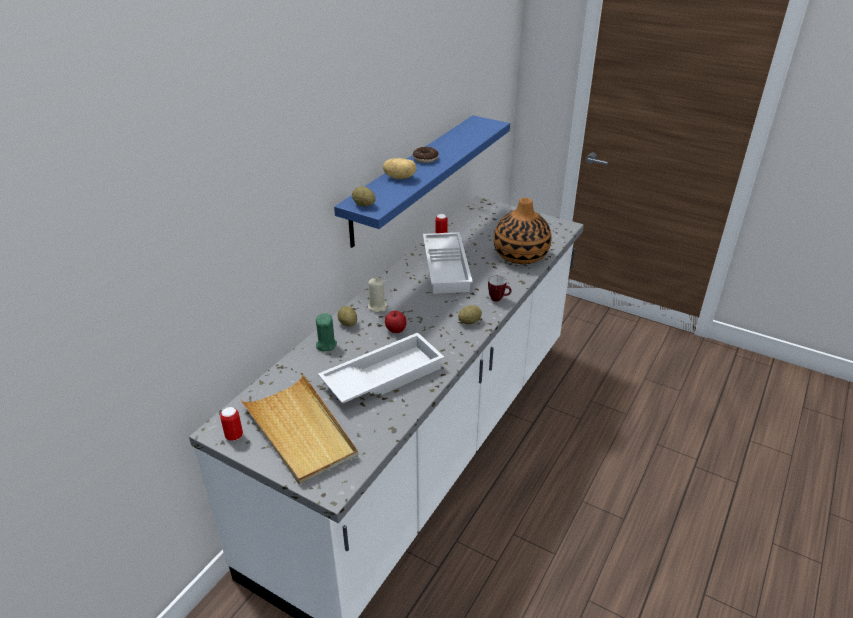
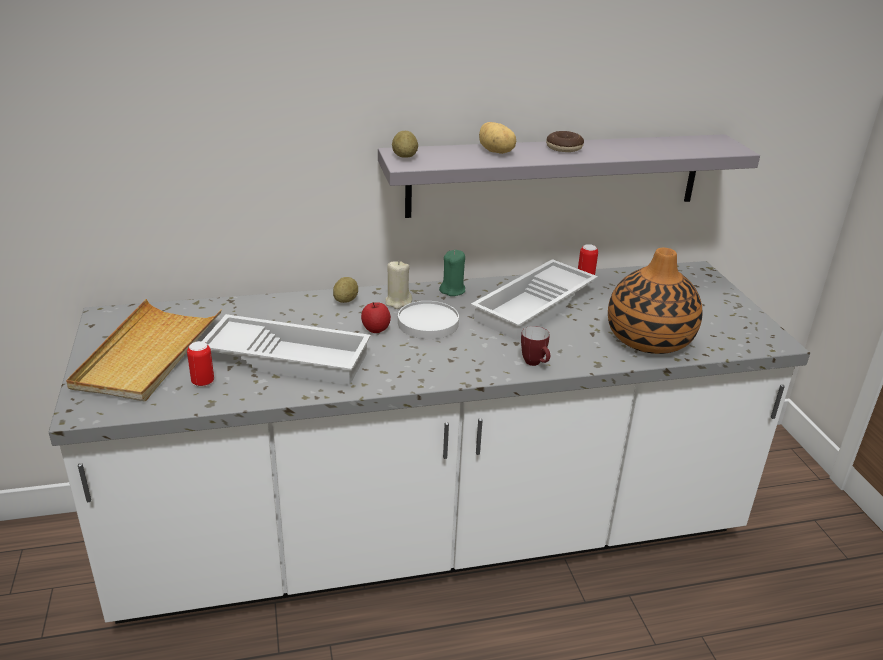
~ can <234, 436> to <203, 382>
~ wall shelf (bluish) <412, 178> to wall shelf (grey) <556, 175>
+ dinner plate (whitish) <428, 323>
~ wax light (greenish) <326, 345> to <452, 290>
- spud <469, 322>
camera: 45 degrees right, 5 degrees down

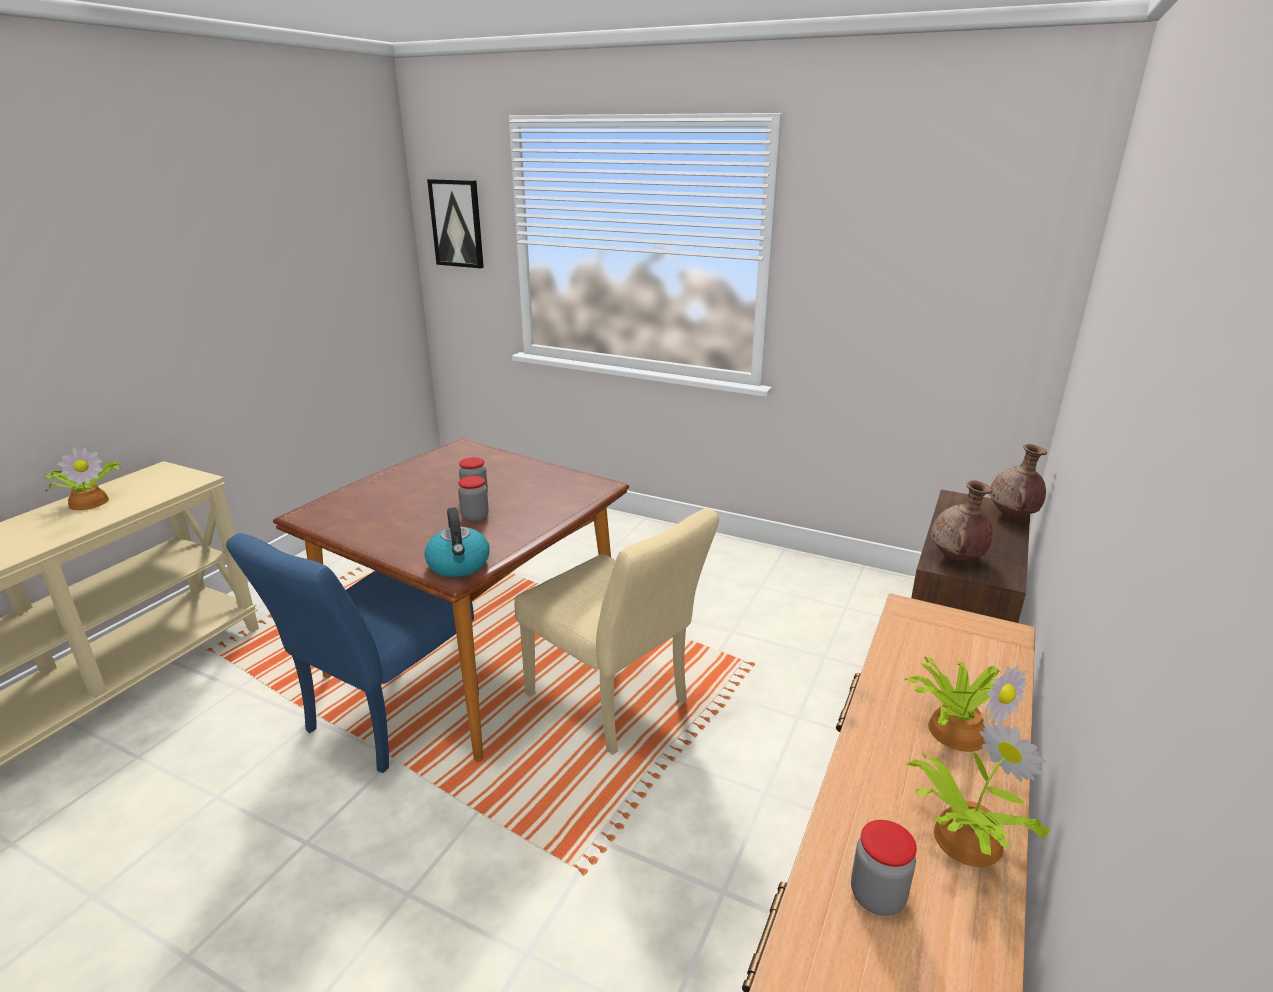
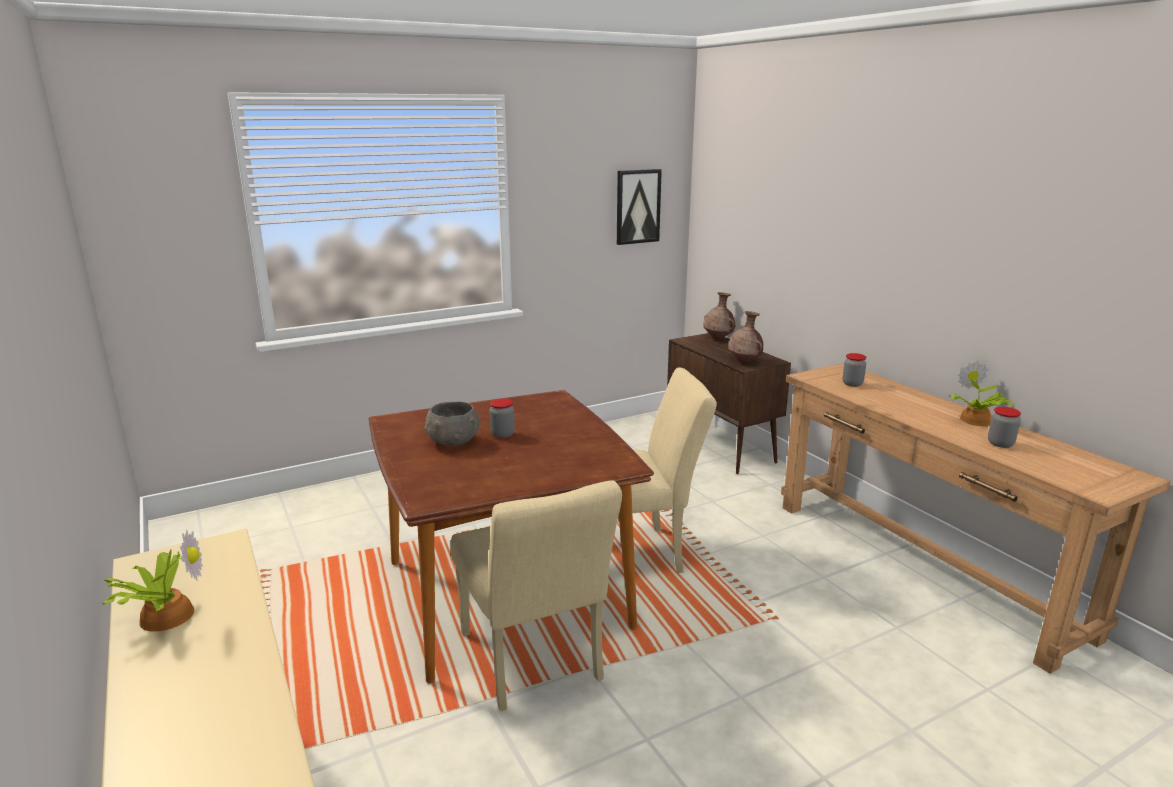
+ bowl (grey) <453, 441>
~ upright chair (bluish) <383, 720> to upright chair (sand-coloured) <534, 663>
~ picture <457, 223> to <637, 206>
~ preserve jar <475, 517> to <852, 384>
- tea kettle <459, 565>
- houseplant <956, 728>
camera: 55 degrees left, 5 degrees down

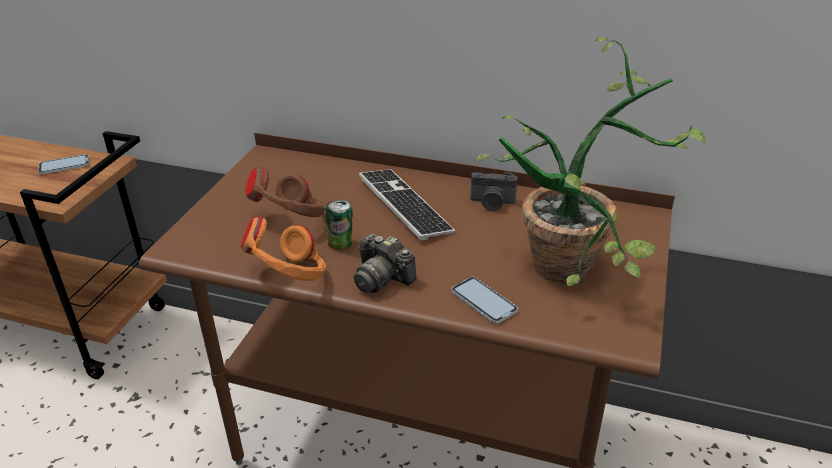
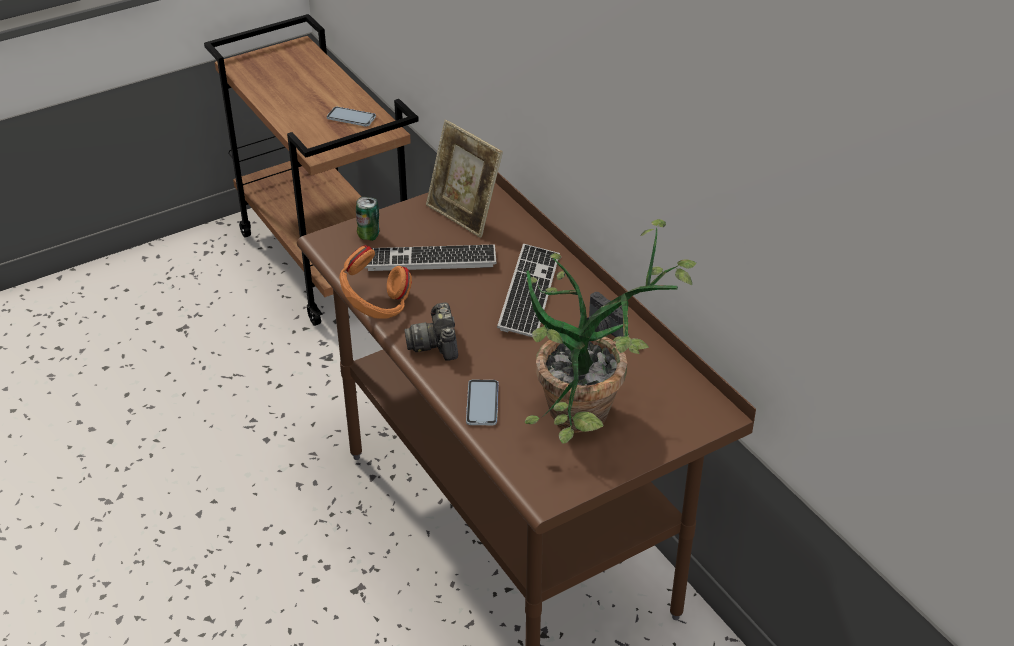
~ can <341, 244> to <368, 236>
~ headphones (brownish) <291, 219> to keyboard <430, 260>
+ picture frame <464, 215>
camera: 40 degrees right, 5 degrees up

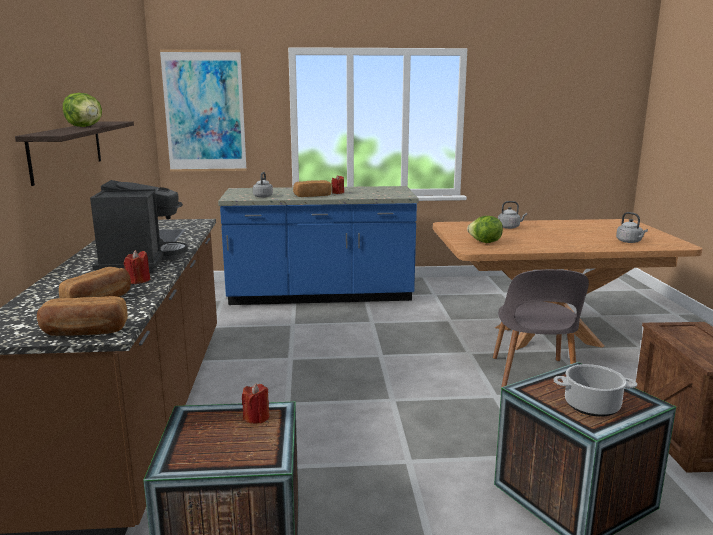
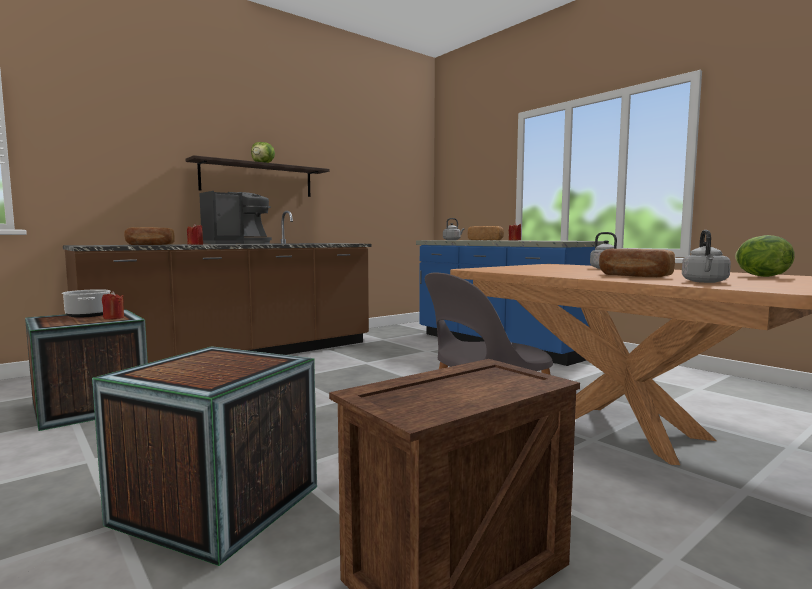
~ saucepot <591, 406> to <88, 315>
~ bakery bread <85, 331> to <634, 276>
~ lettuce head <485, 242> to <760, 276>
- picture <204, 111>
camera: 55 degrees right, 10 degrees down

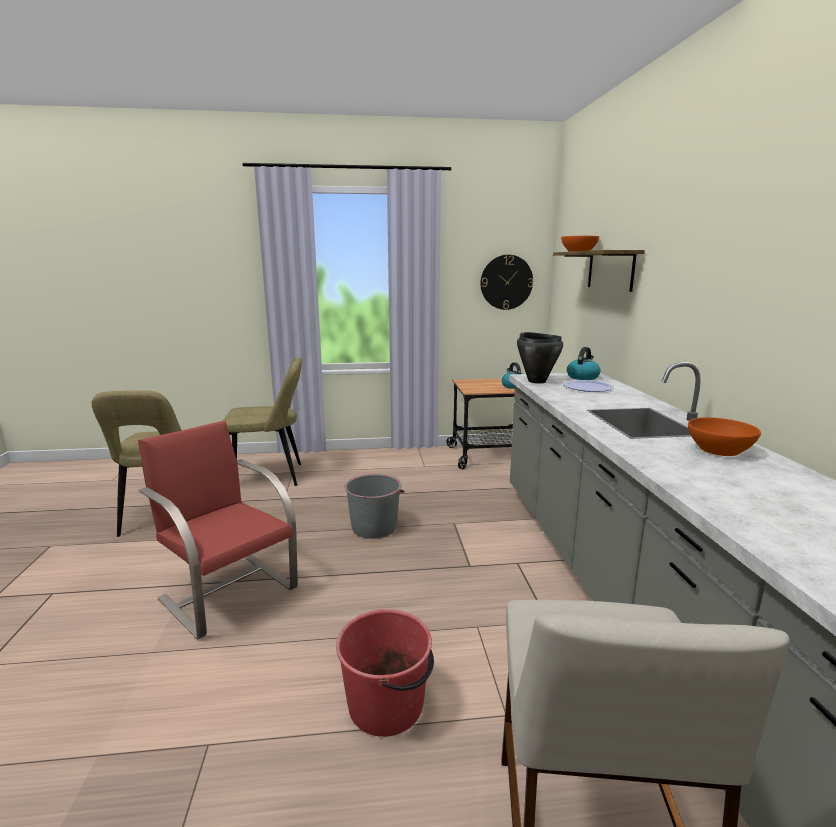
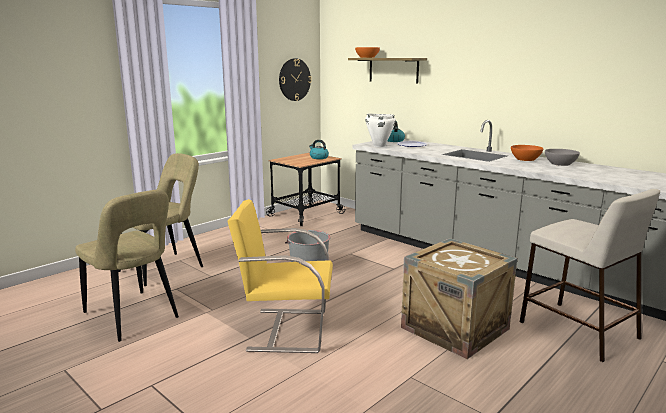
~ upright chair (red) <228, 592> to upright chair (yellow-coloured) <286, 329>
~ saucepot (black-coloured) <537, 381> to saucepot (whitish) <379, 146>
~ pail (red) <387, 704> to crate <455, 328>
+ bowl (grey) <560, 163>
camera: 40 degrees left, 0 degrees up

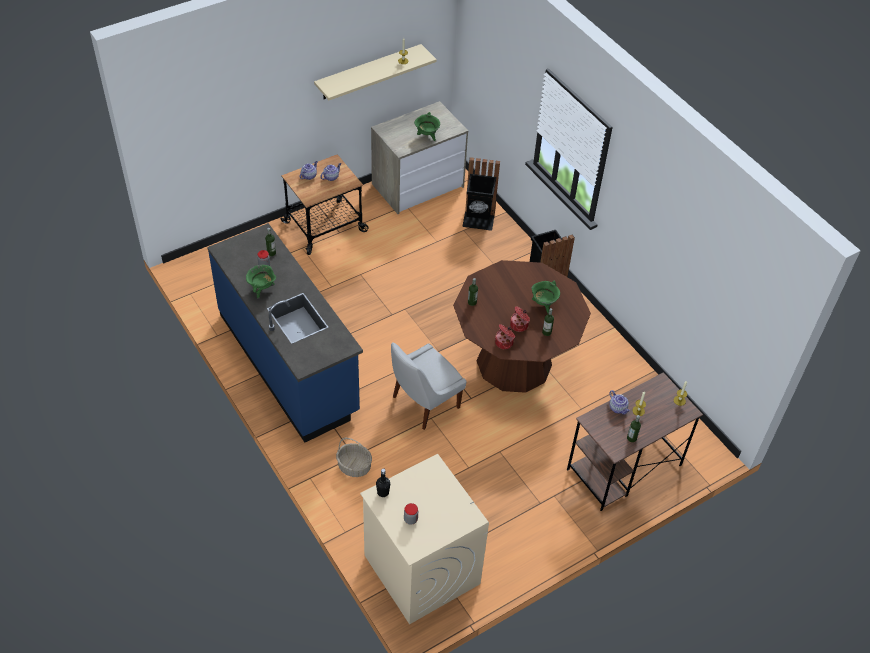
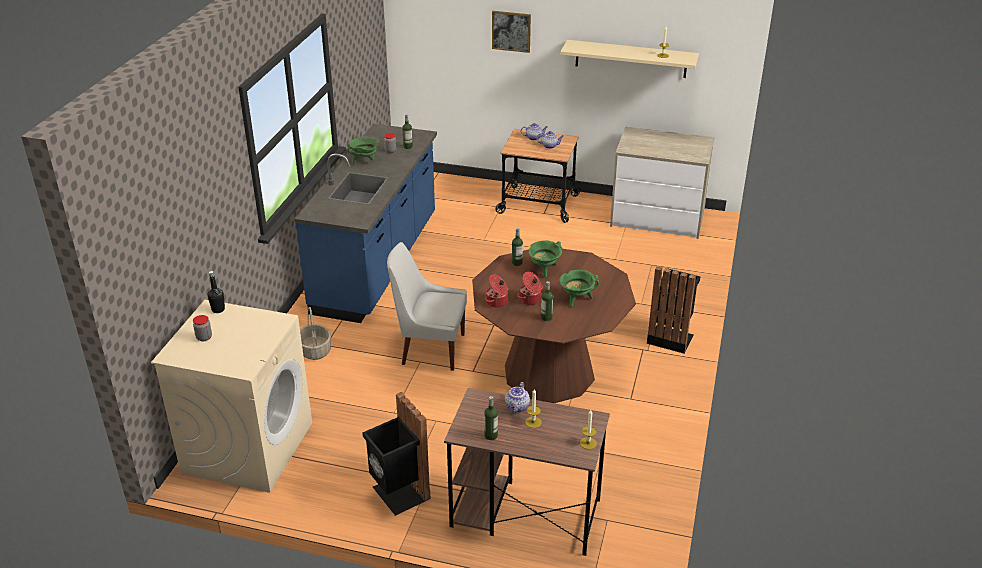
~ trash can (black-coloured) <478, 221> to <399, 494>
+ picture <511, 31>
~ saucepot (greenish) <427, 136> to <544, 269>
camera: 50 degrees right, 15 degrees down

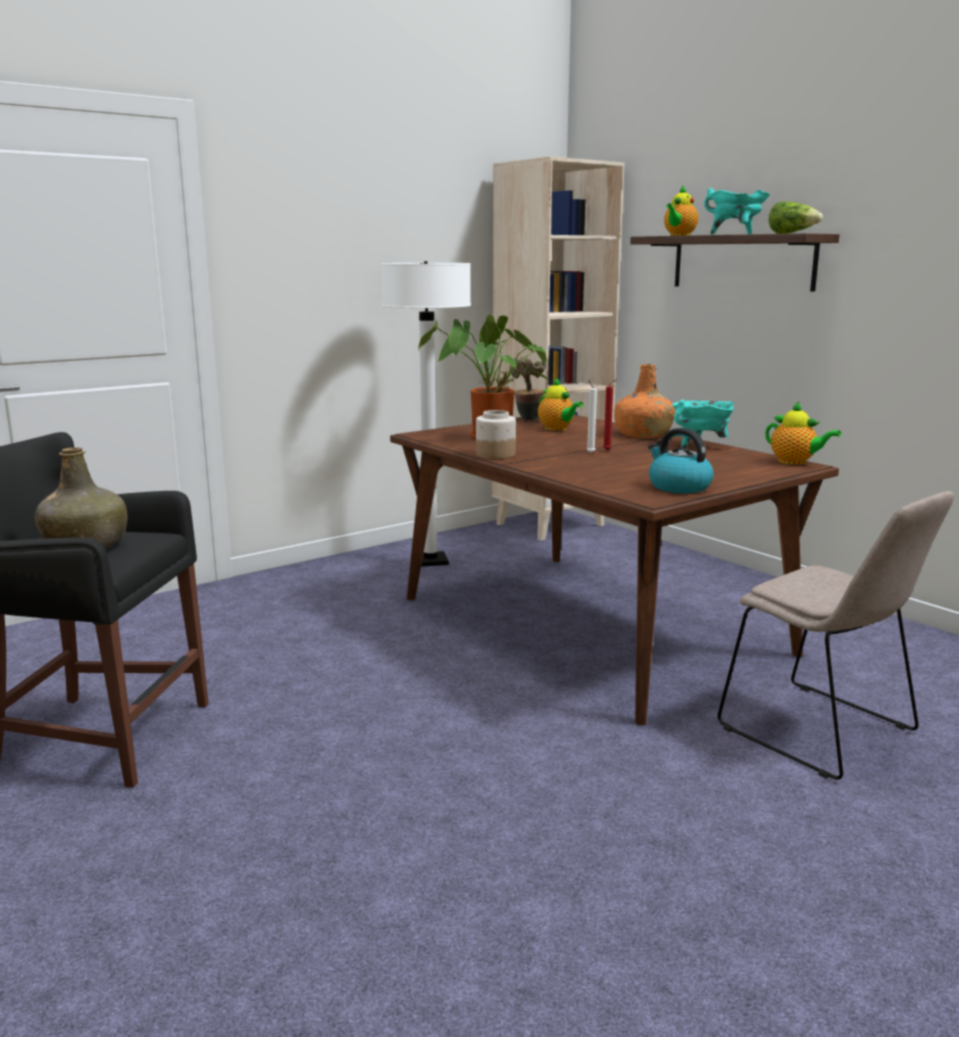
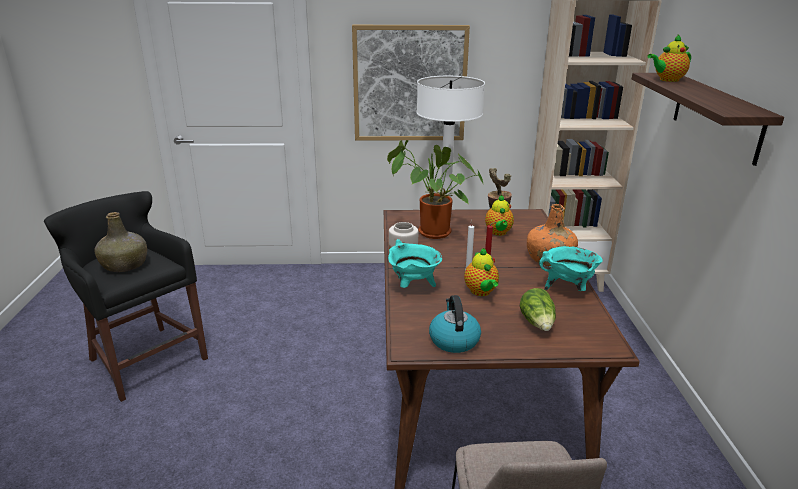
+ picture <409, 84>
~ saucepot (blue-green) <735, 234> to <413, 287>
~ teapot <795, 462> to <481, 292>
~ lettuce head <793, 233> to <538, 323>
camera: 35 degrees right, 10 degrees up

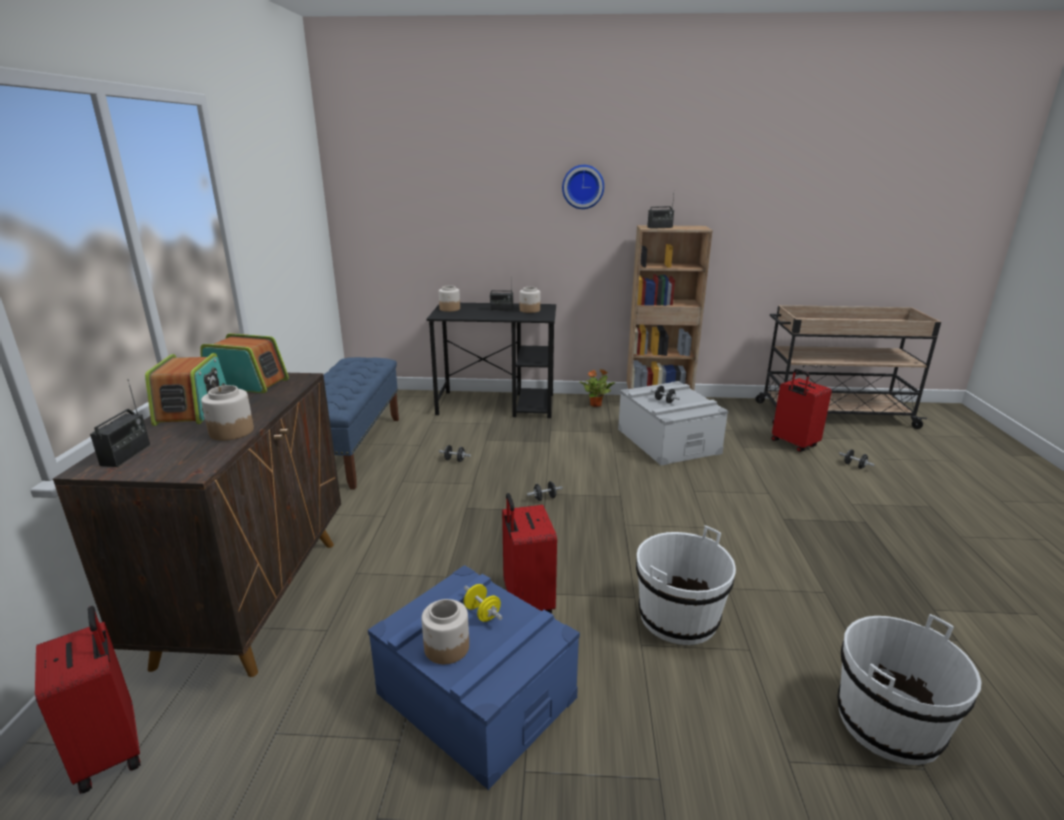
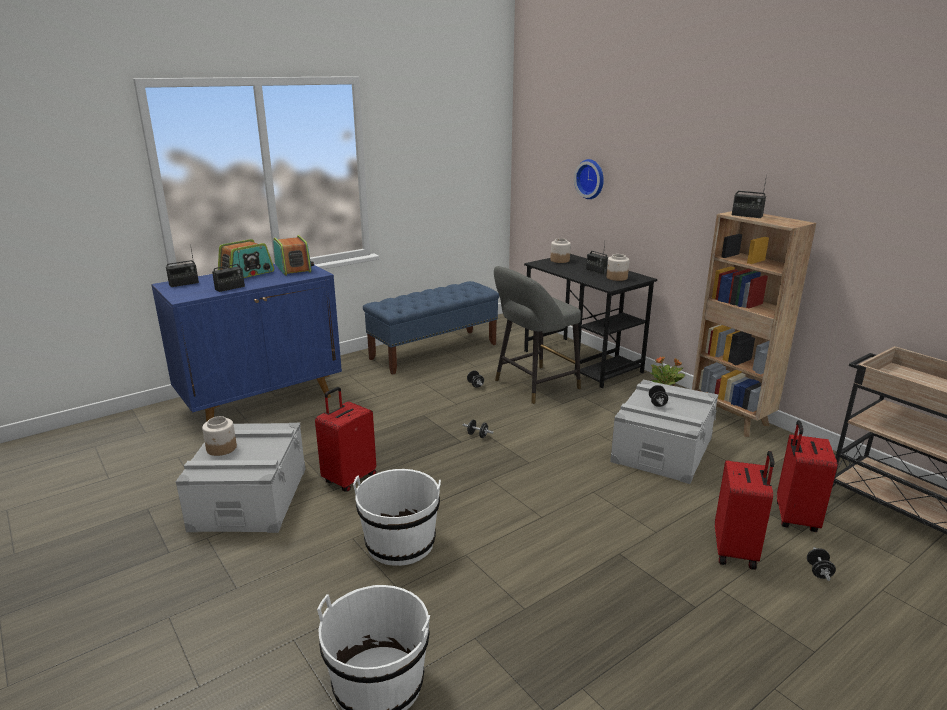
~ cupboard (brownish) <254, 597> to cupboard (bluish) <262, 402>
~ storage container (bluish) <475, 695> to storage container (grey) <249, 498>
~ preserve jar <231, 431> to radio set <230, 288>
+ stool seat (grey) <533, 386>
~ hanging clock <583, 186> to <591, 179>
~ travel case (red) <111, 751> to <736, 551>
- hand weight (yellow-coloured) <482, 613>
camera: 50 degrees right, 0 degrees up

